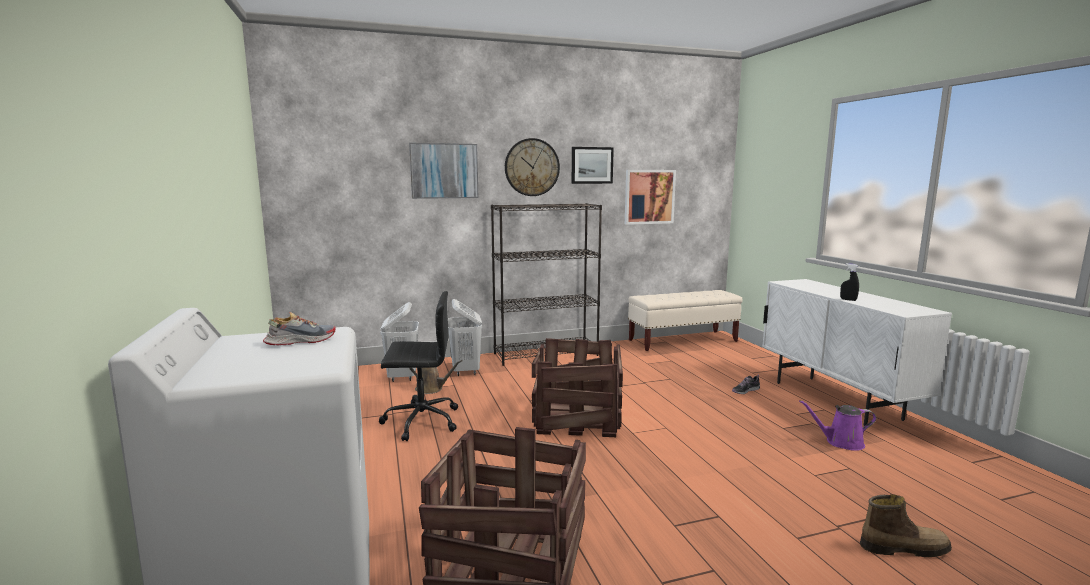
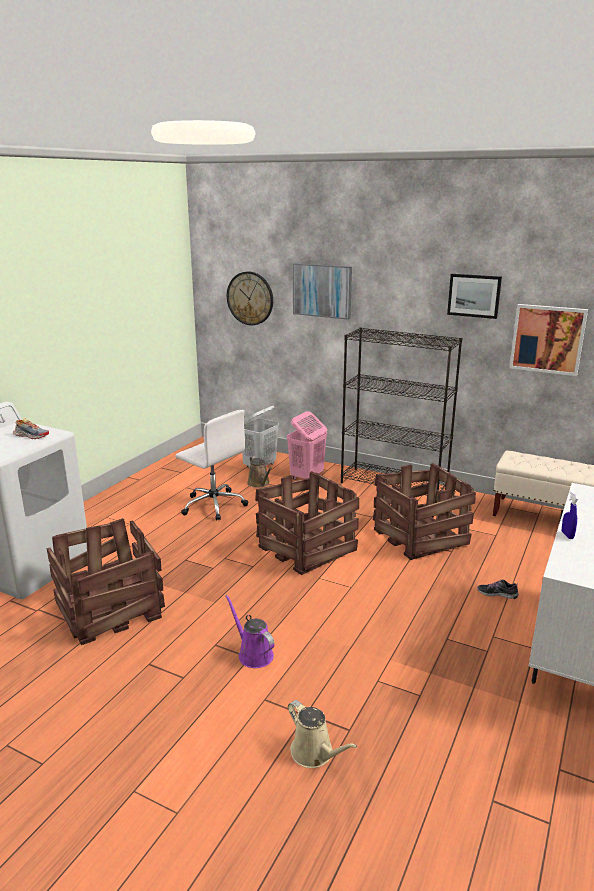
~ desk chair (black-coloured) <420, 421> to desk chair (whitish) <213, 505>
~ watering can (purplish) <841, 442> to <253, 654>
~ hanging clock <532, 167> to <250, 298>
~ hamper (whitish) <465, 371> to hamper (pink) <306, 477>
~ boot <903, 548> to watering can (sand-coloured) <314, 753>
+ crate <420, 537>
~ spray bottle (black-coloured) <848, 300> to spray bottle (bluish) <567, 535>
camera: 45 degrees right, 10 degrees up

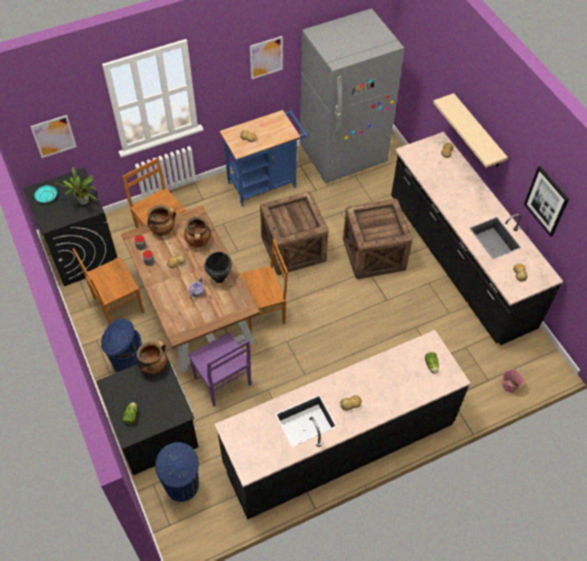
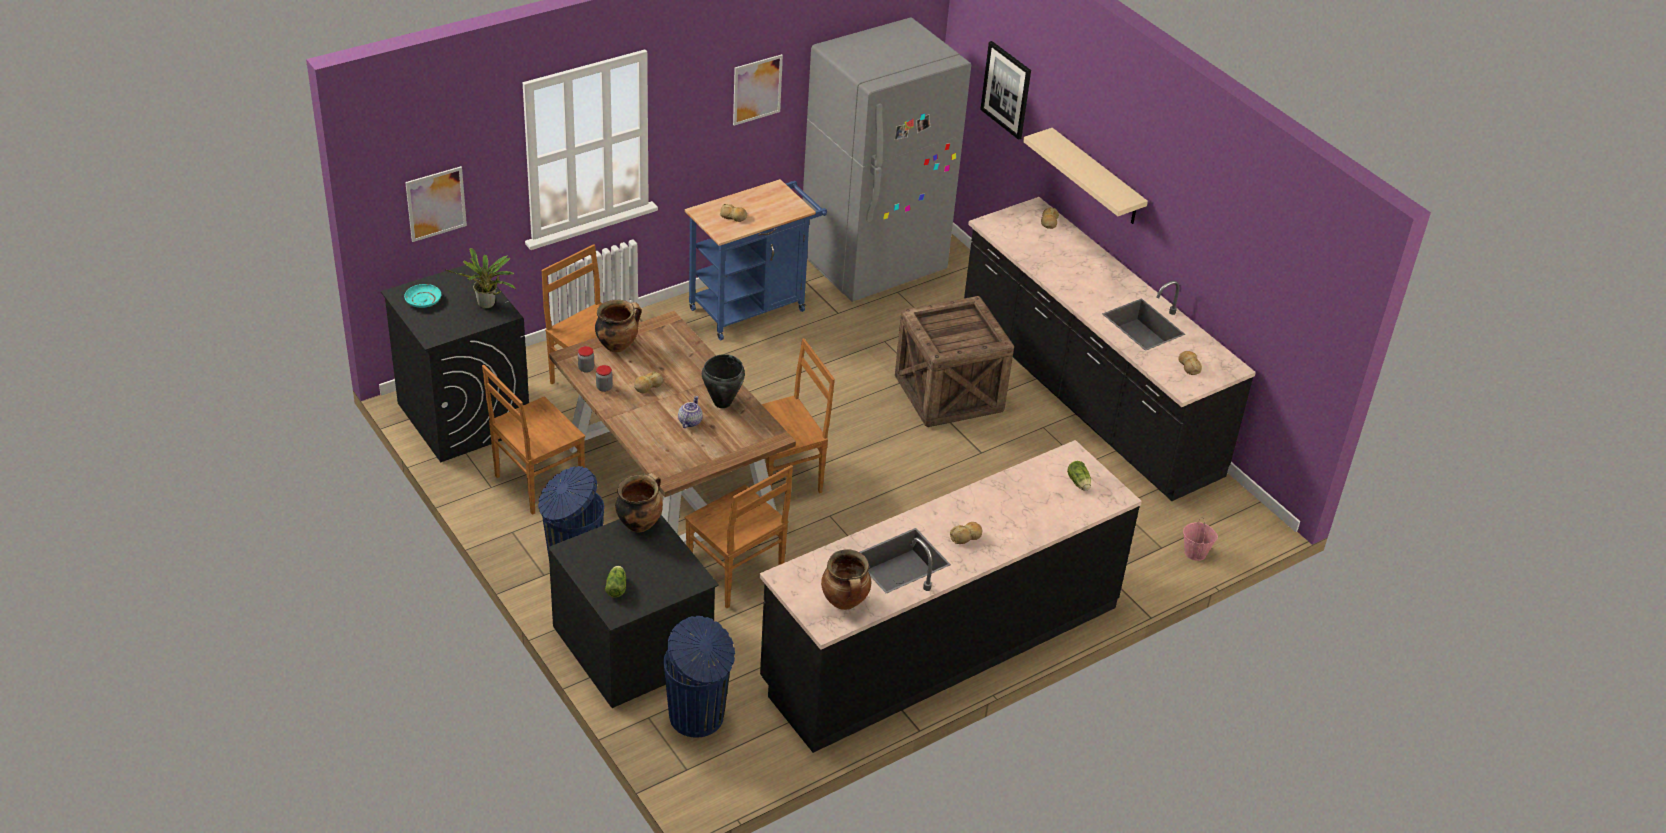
~ upright chair (purplish) <223, 382> to upright chair (brownish) <736, 576>
~ saucepot <199, 243> to <845, 602>
~ picture <546, 201> to <1006, 89>
- crate <294, 248>
camera: 10 degrees left, 15 degrees down

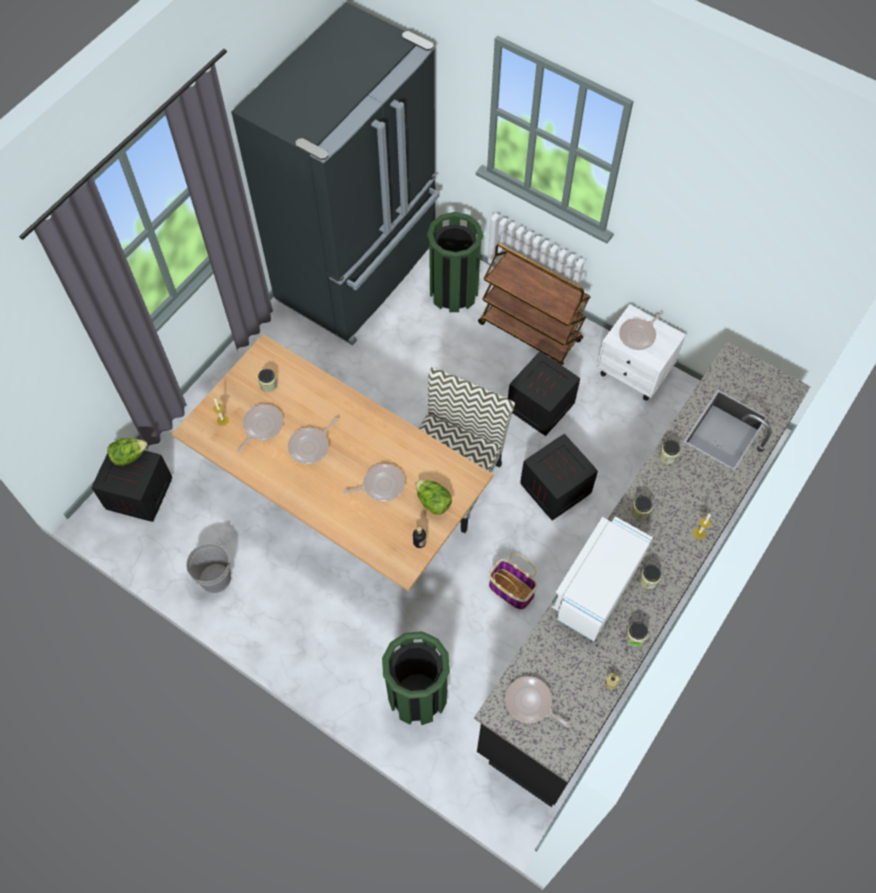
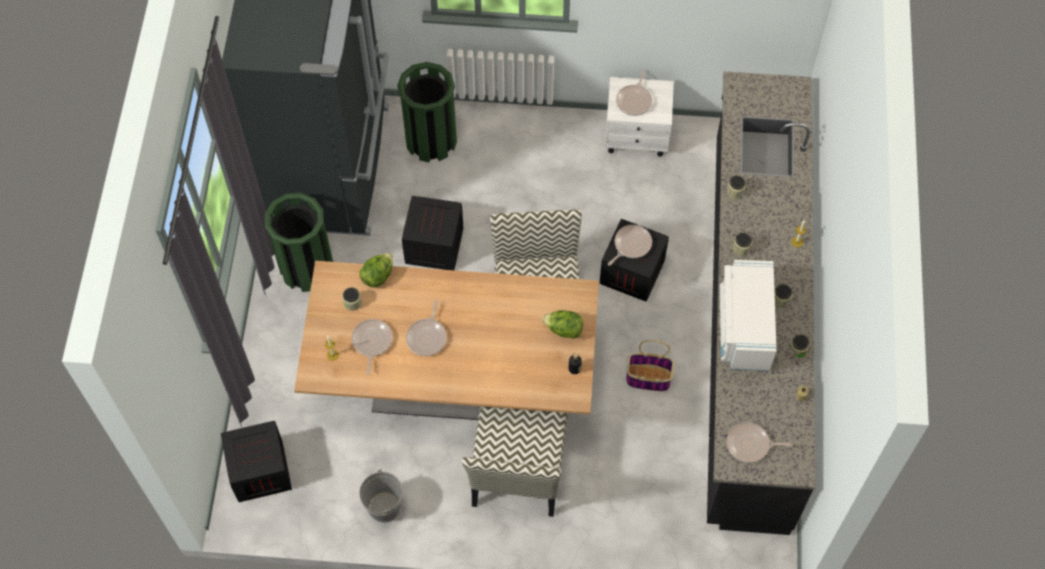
~ trash can (greenish) <417, 695> to <307, 268>
~ lettuce head <129, 456> to <378, 275>
~ crate <540, 407> to <435, 246>
+ upright chair <518, 471>
~ frying pan <381, 485> to <631, 245>
- wheeled cart (brownish) <531, 332>
camera: 30 degrees left, 0 degrees up

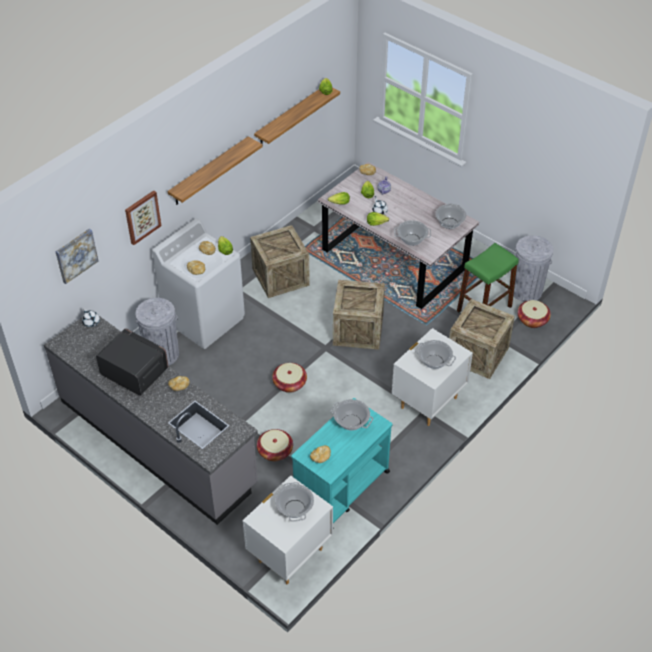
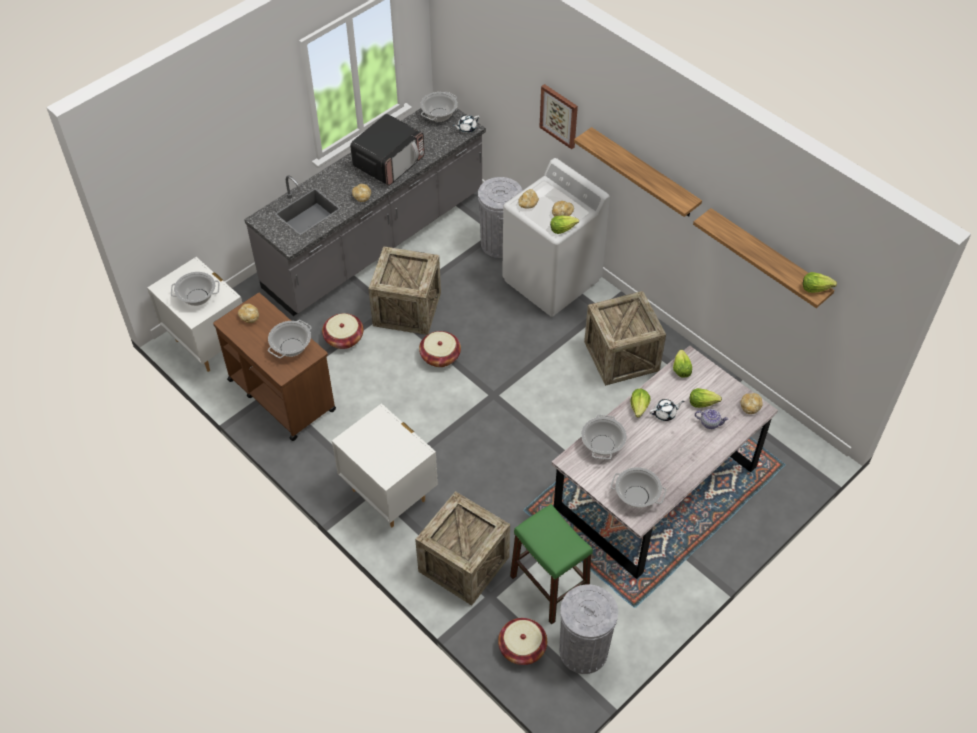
~ wheeled cart (blue-green) <341, 488> to wheeled cart (brownish) <281, 394>
~ crate <358, 330> to <407, 309>
~ saucepot <434, 361> to <439, 115>
- picture <76, 255>
camera: 95 degrees right, 5 degrees up

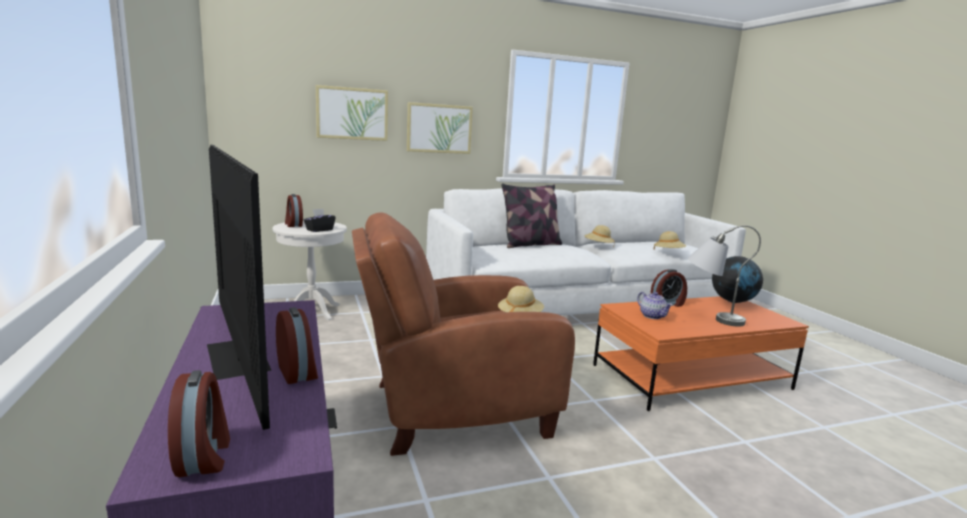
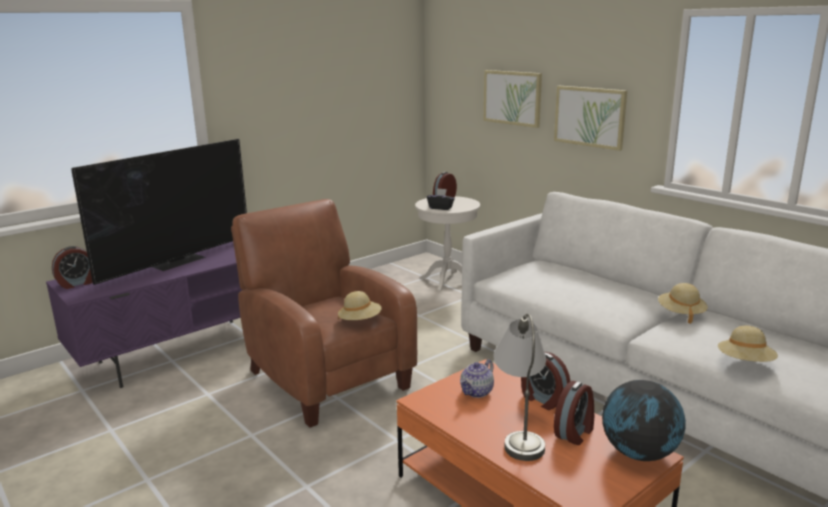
~ table clock <298, 372> to <575, 433>
- throw pillow <530, 244>
camera: 70 degrees right, 5 degrees up

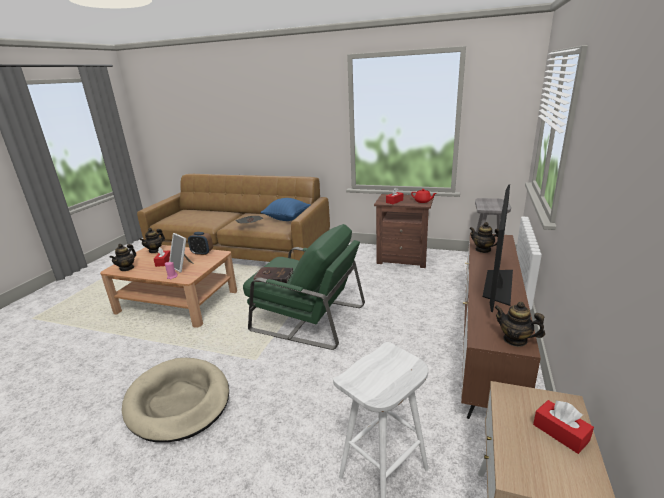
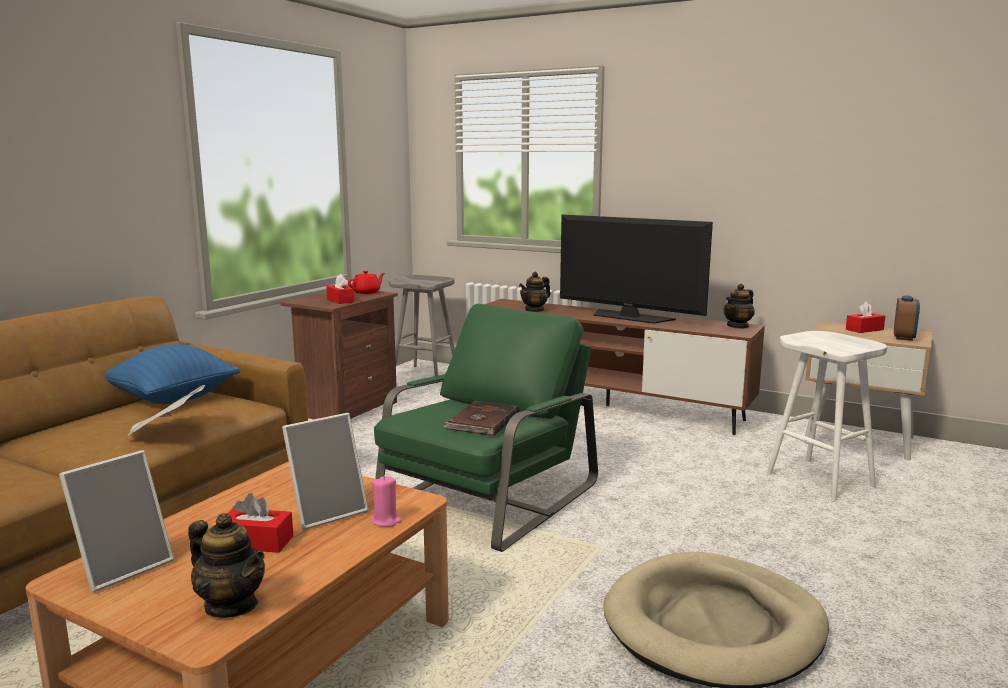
~ teapot <155, 250> to picture frame <123, 567>
~ table clock <202, 253> to <903, 337>
camera: 80 degrees left, 10 degrees down

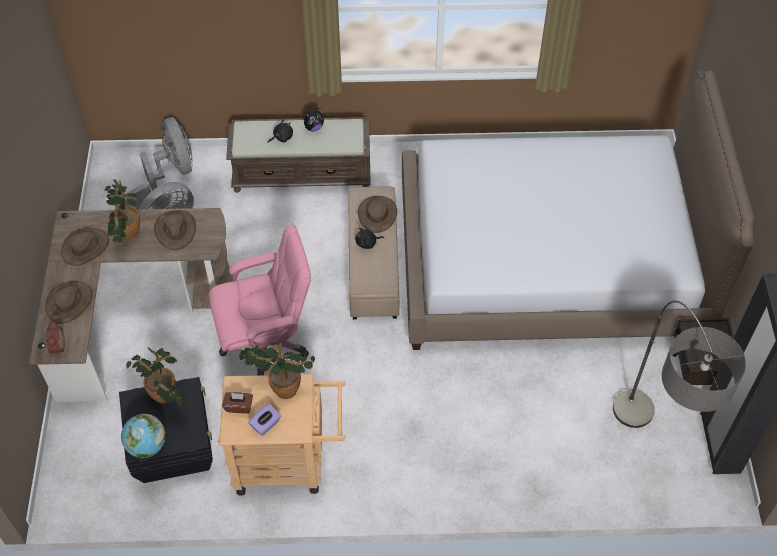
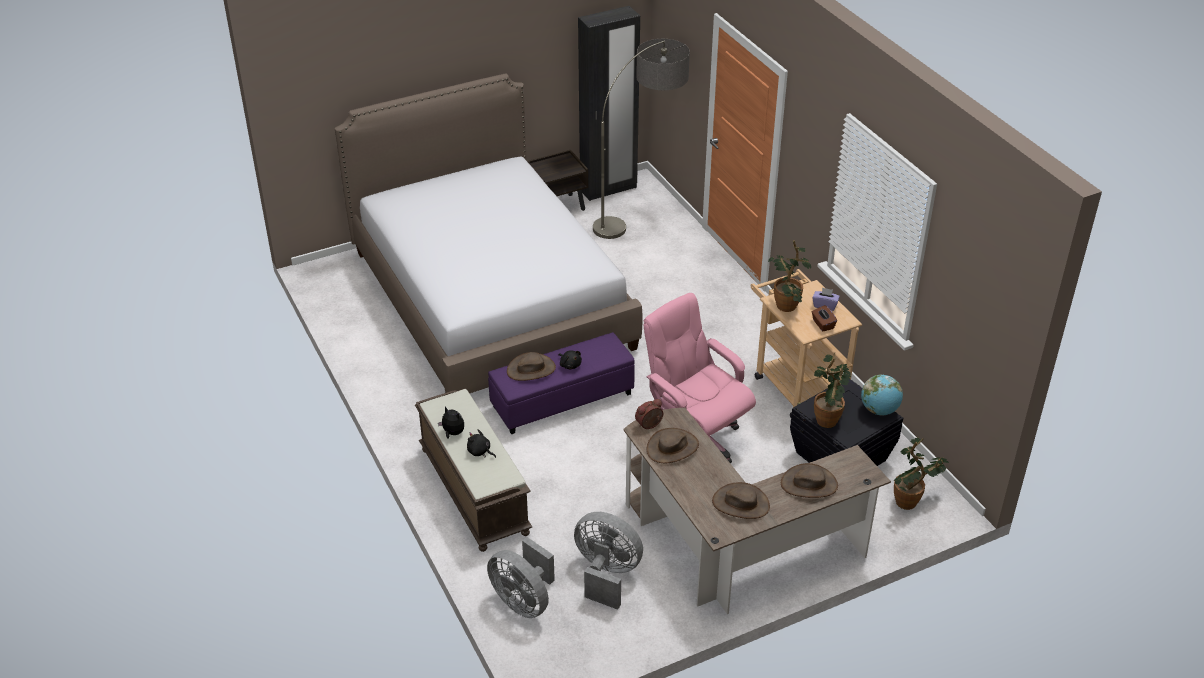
~ fan (grey) <175, 169> = <523, 601> 90 degrees counterclockwise
~ footrest (sand-coloured) <374, 266> to footrest (purplish) <562, 400>
~ table clock <56, 347> to <649, 425>
~ houseplant <127, 236> to <911, 501>
camera: 115 degrees left, 15 degrees down

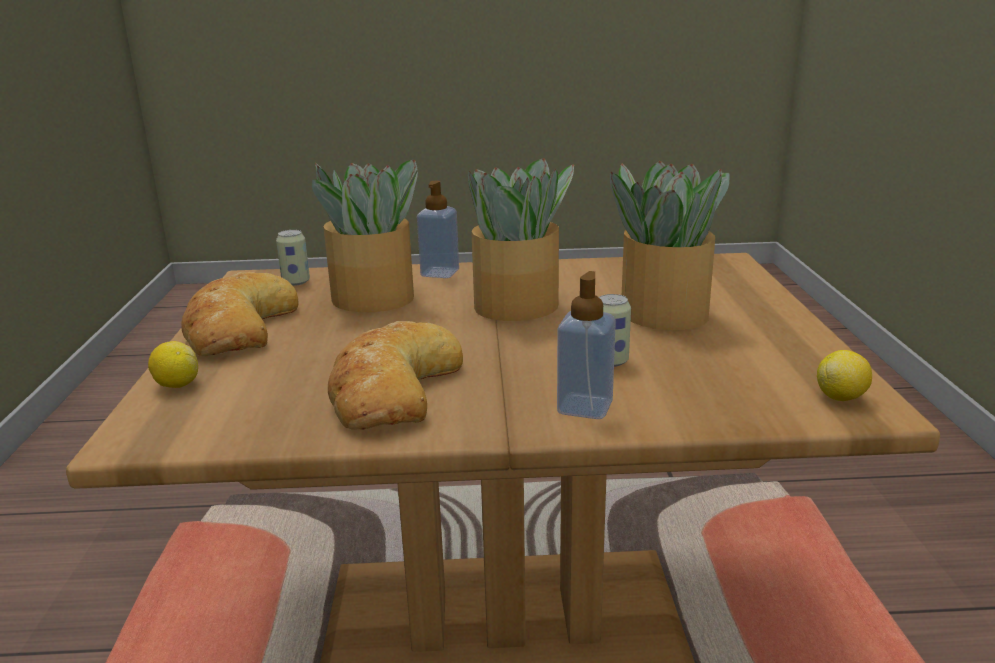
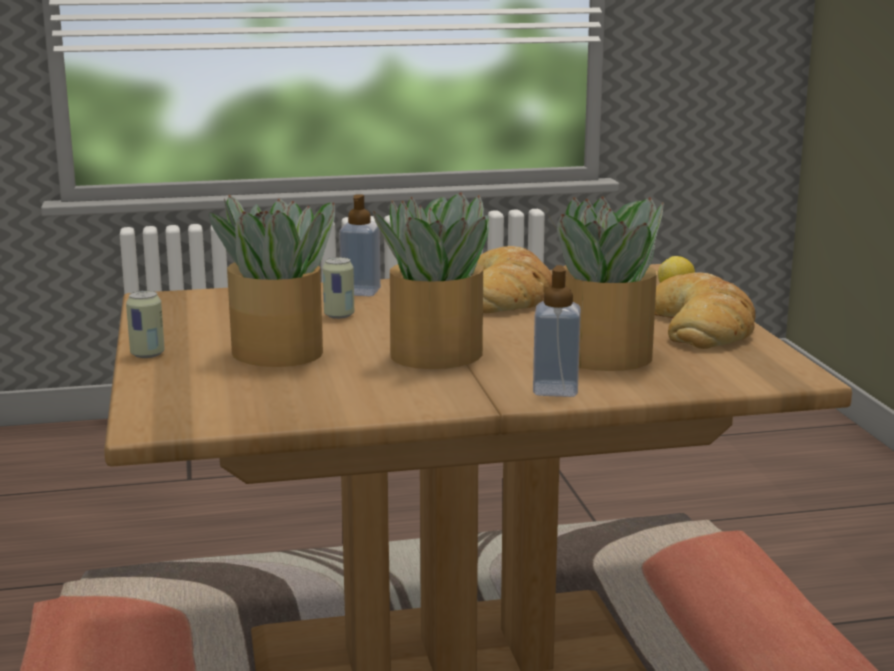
~ can <296, 282> to <147, 354>
- lemon <841, 397>
camera: 170 degrees right, 5 degrees down

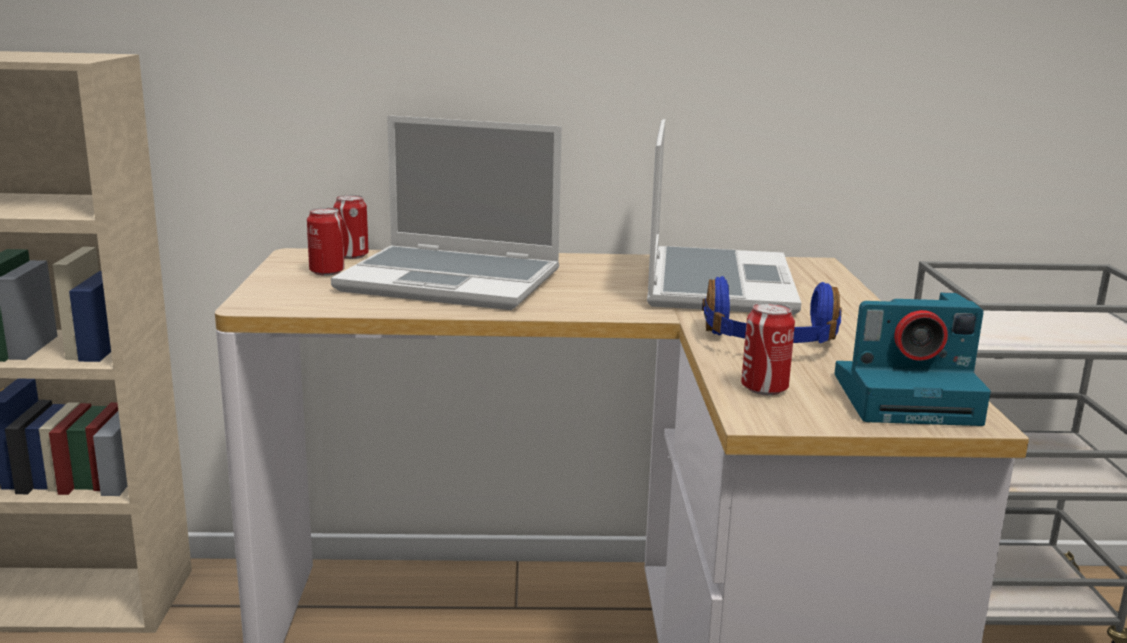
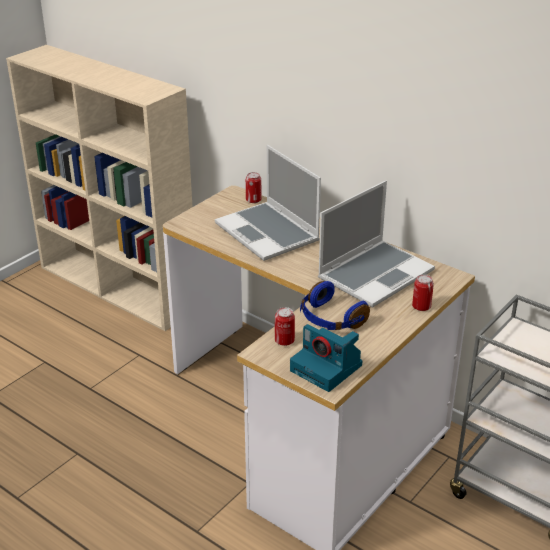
~ can <327, 272> to <421, 307>
camera: 40 degrees right, 15 degrees up

